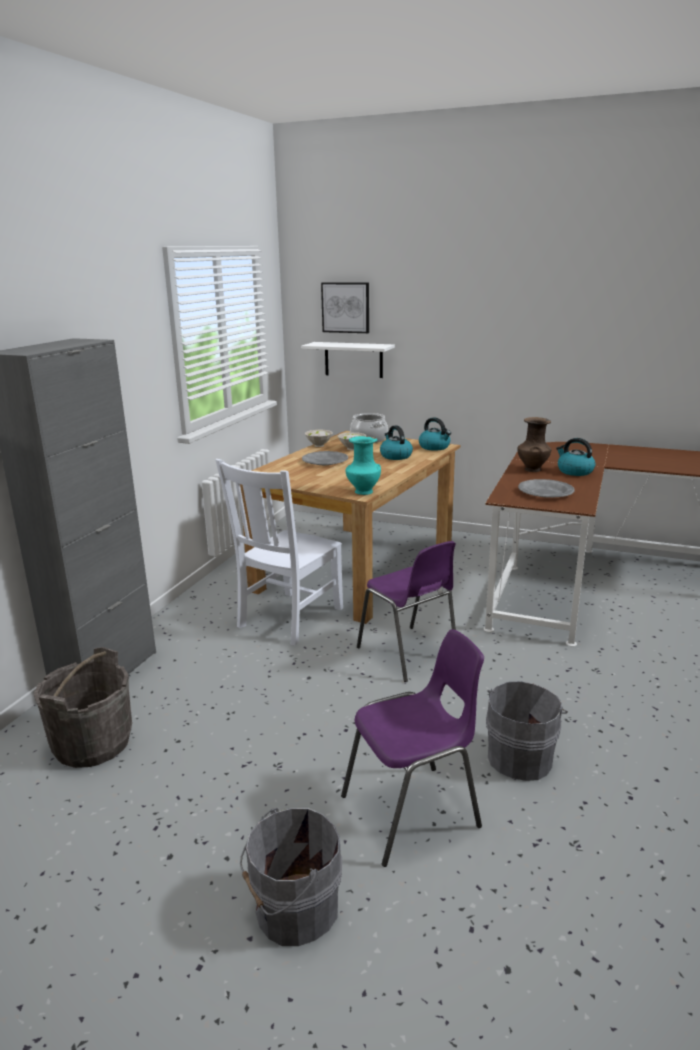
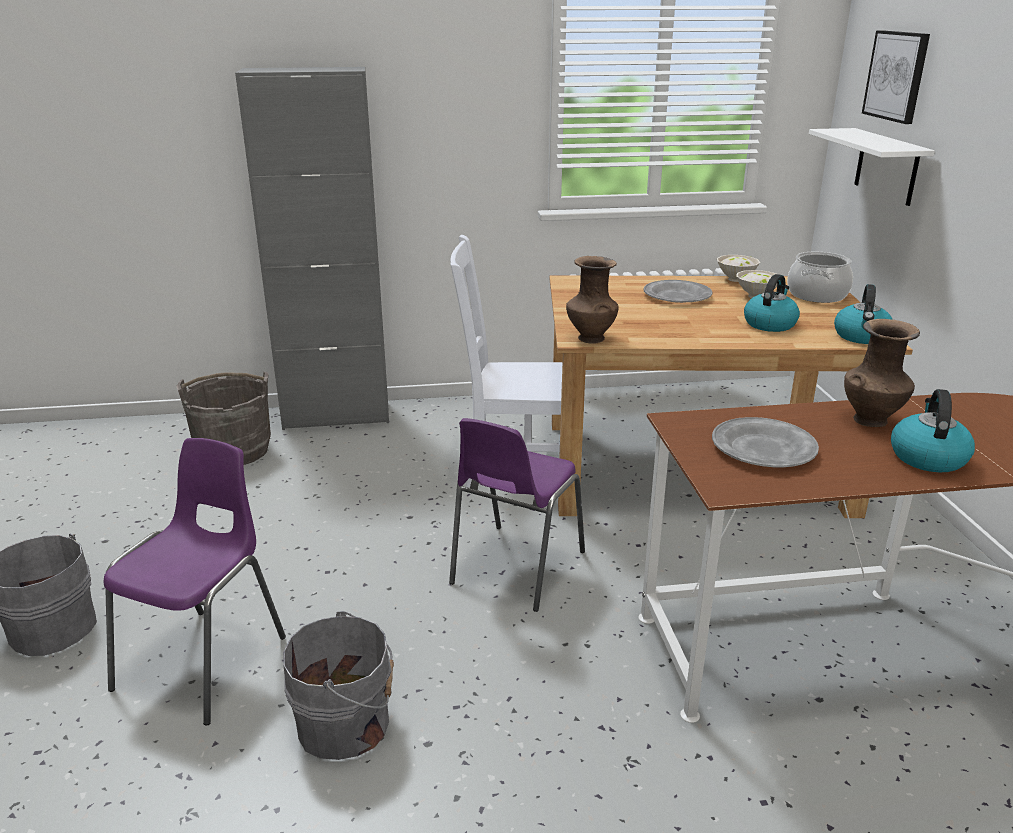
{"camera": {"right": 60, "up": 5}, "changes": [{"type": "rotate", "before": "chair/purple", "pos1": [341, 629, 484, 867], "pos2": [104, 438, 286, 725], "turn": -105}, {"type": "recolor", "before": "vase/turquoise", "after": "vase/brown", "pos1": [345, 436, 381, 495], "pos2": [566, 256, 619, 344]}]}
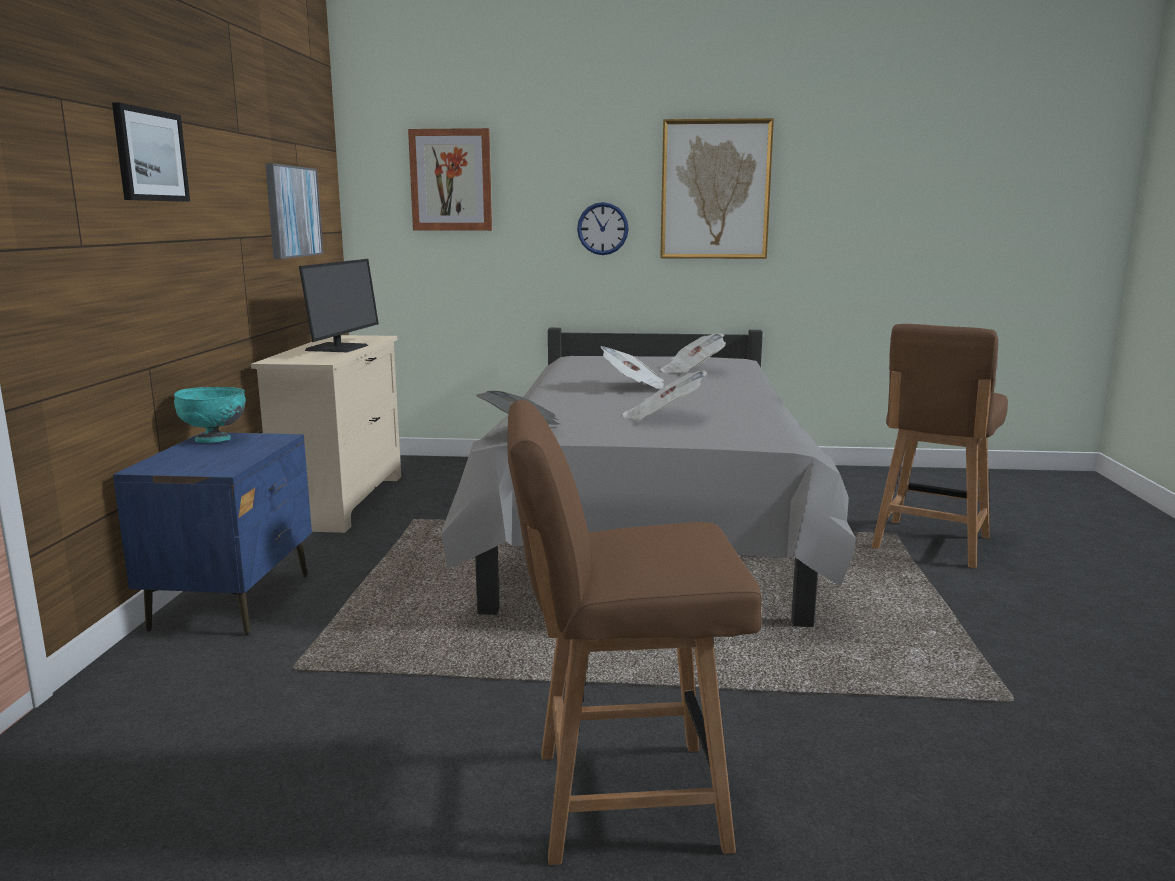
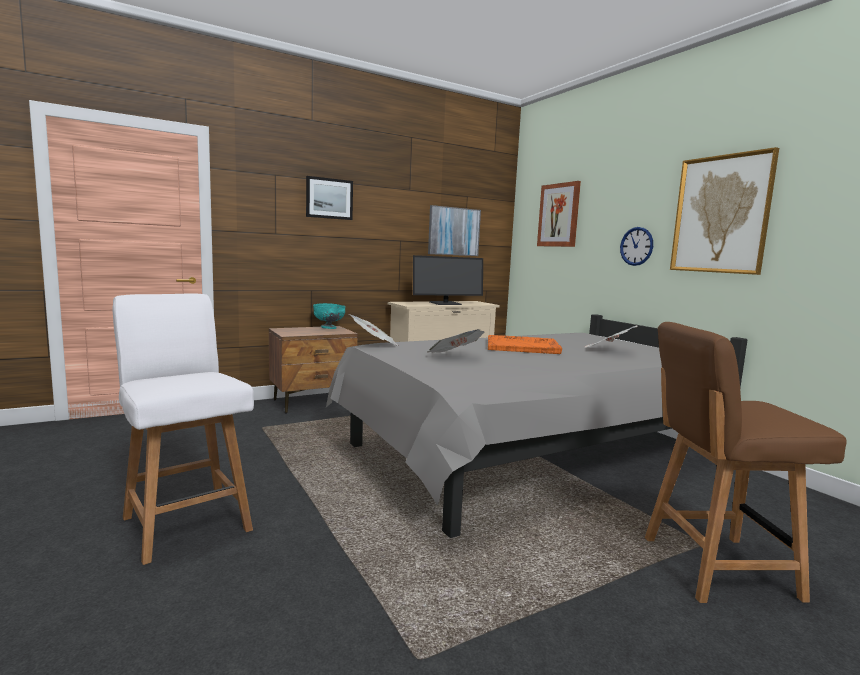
{"camera": {"right": 55, "up": -5}, "changes": [{"type": "recolor", "before": "nightstand/blue", "after": "nightstand/brown", "pos1": [113, 432, 312, 635], "pos2": [269, 326, 358, 414]}, {"type": "recolor", "before": "chair/brown", "after": "chair/white", "pos1": [508, 400, 762, 865], "pos2": [112, 293, 254, 565]}, {"type": "replace", "before": "newspaper", "after": "tray/orange", "pos1": [600, 346, 664, 390], "pos2": [488, 335, 562, 354]}]}
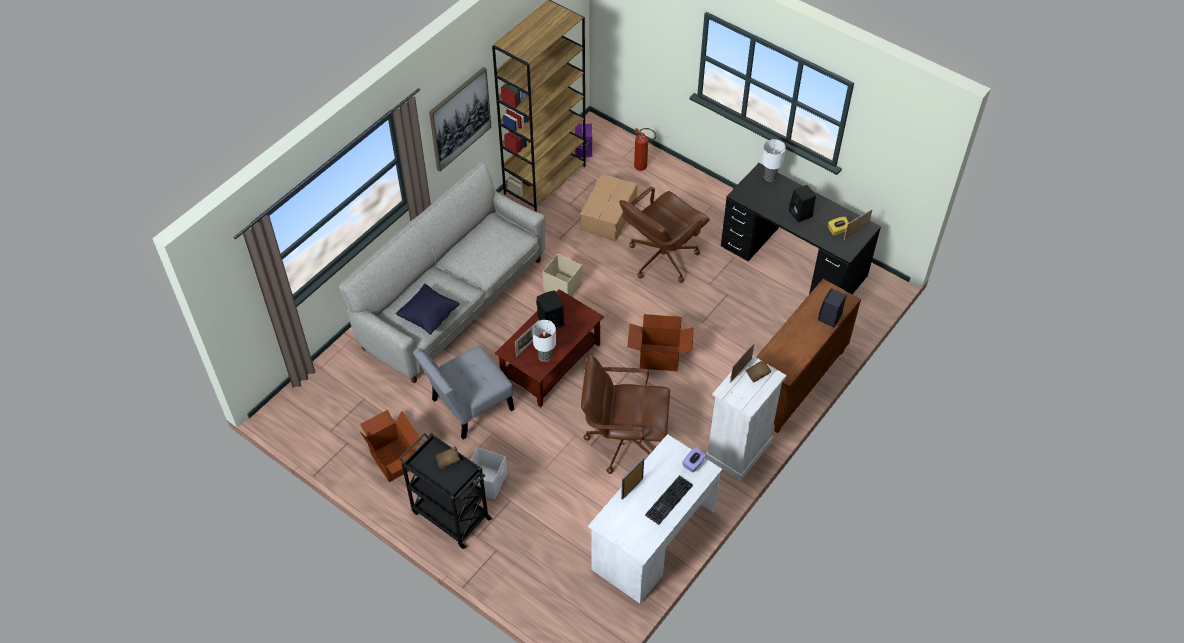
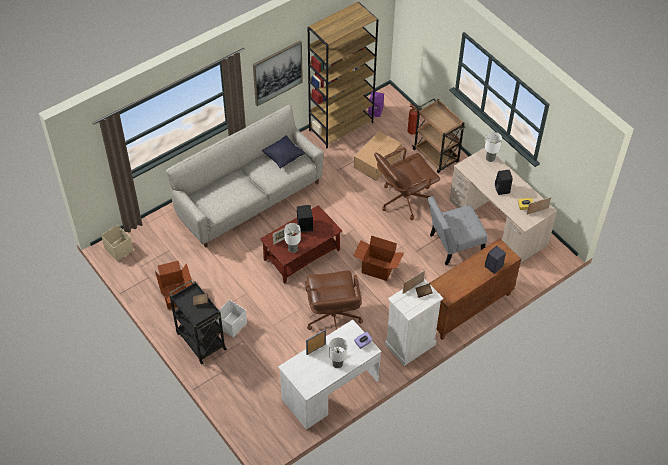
{"camera": {"right": 15, "up": 0}, "changes": [{"type": "move", "before": "pillow/black", "pos1": [396, 284, 460, 335], "pos2": [262, 136, 305, 169]}, {"type": "move", "before": "chair/grey", "pos1": [413, 345, 514, 440], "pos2": [427, 196, 488, 265]}, {"type": "move", "before": "storage box/beige", "pos1": [543, 254, 582, 297], "pos2": [101, 225, 133, 261]}, {"type": "rotate", "before": "office chair/brown", "pos1": [581, 354, 670, 474], "pos2": [306, 270, 363, 330], "turn": -120}, {"type": "replace", "before": "keyboard", "after": "table lamp", "pos1": [645, 476, 693, 525], "pos2": [329, 338, 347, 368]}, {"type": "recolor", "before": "desk/black", "after": "desk/beige", "pos1": [721, 163, 881, 294], "pos2": [449, 147, 557, 263]}, {"type": "insert", "after": "cart/brown", "pos2": [412, 98, 466, 173]}]}
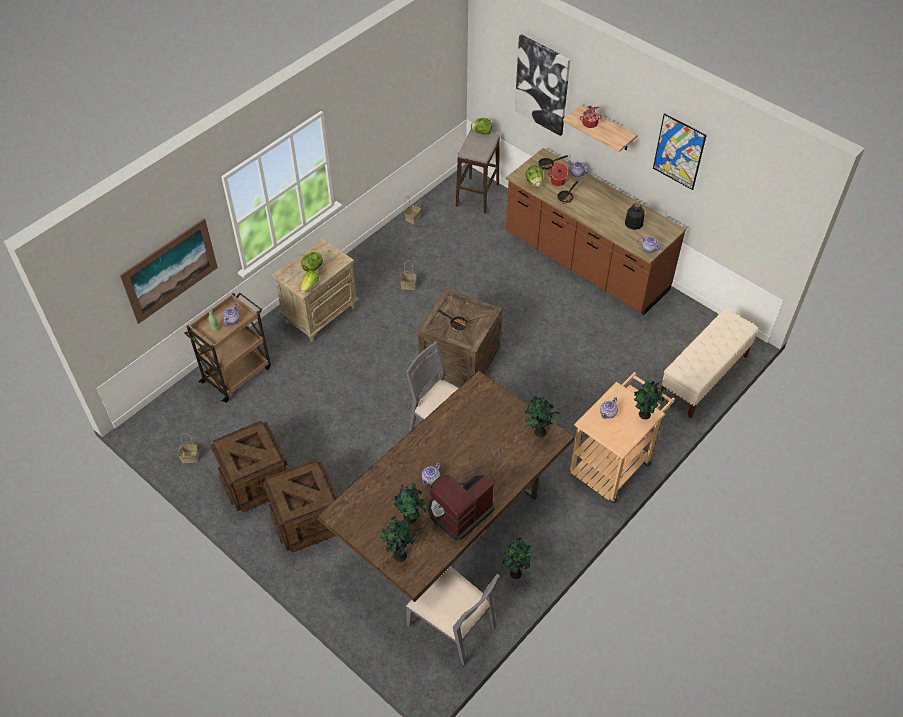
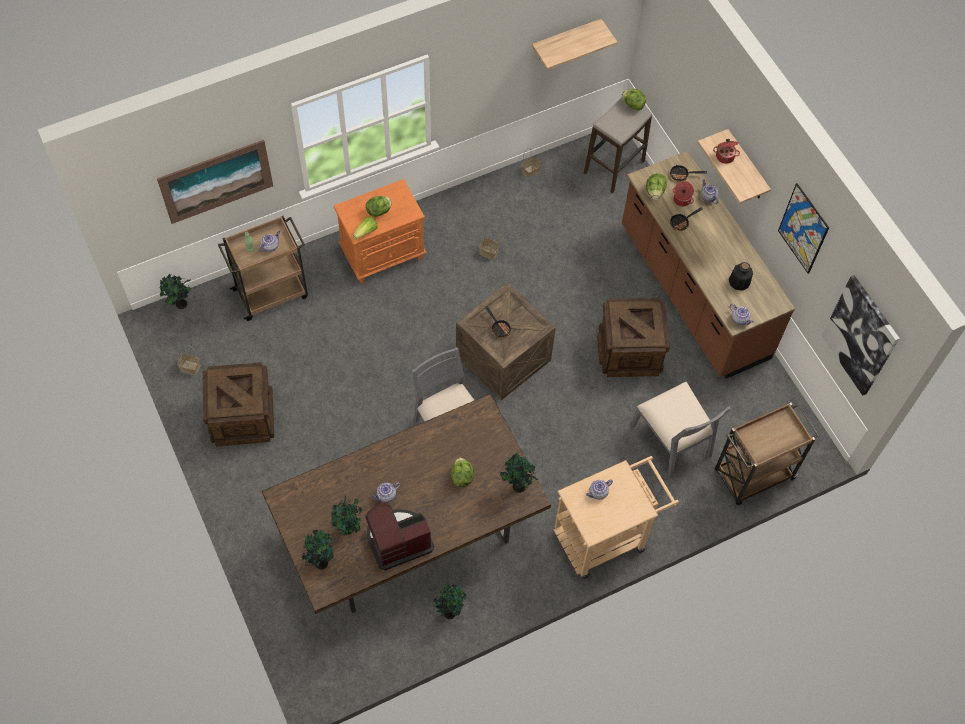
{"camera": {"right": 20, "up": 10}, "changes": [{"type": "move", "before": "crate", "pos1": [263, 459, 337, 553], "pos2": [597, 298, 670, 377]}, {"type": "recolor", "before": "nightstand/beige", "after": "nightstand/orange", "pos1": [272, 238, 359, 342], "pos2": [334, 179, 427, 283]}, {"type": "move", "before": "chair/grey", "pos1": [406, 566, 500, 666], "pos2": [630, 382, 731, 478]}, {"type": "move", "before": "picture", "pos1": [515, 34, 570, 136], "pos2": [821, 275, 900, 396]}, {"type": "move", "before": "potted plant", "pos1": [634, 380, 667, 419], "pos2": [160, 274, 191, 309]}, {"type": "replace", "before": "bench/beige", "after": "cart/brown", "pos1": [661, 308, 758, 419], "pos2": [715, 402, 819, 505]}, {"type": "insert", "after": "lettuce", "pos2": [451, 458, 474, 487]}, {"type": "insert", "after": "shelf", "pos2": [532, 19, 617, 70]}]}
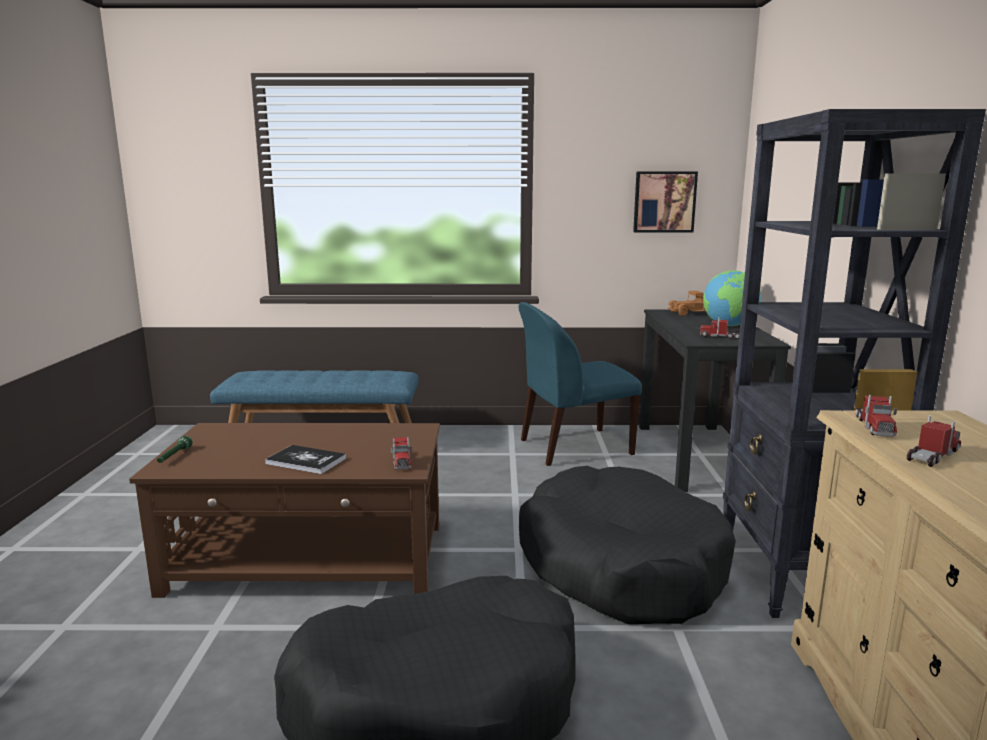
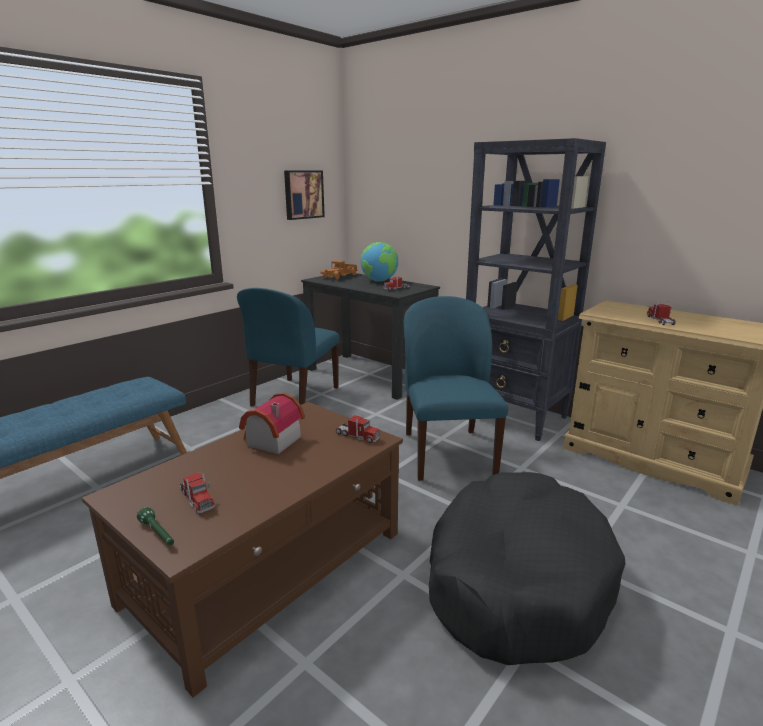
{"camera": {"right": -50, "up": 5}, "changes": [{"type": "delete", "before": "book", "pos1": [265, 445, 346, 474]}, {"type": "replace", "before": "dog bed/black", "after": "chair/blue", "pos1": [519, 466, 736, 624], "pos2": [403, 296, 508, 481]}, {"type": "move", "before": "toy truck", "pos1": [856, 395, 897, 437], "pos2": [180, 472, 215, 513]}, {"type": "insert", "after": "toy house", "pos2": [239, 393, 305, 454]}]}
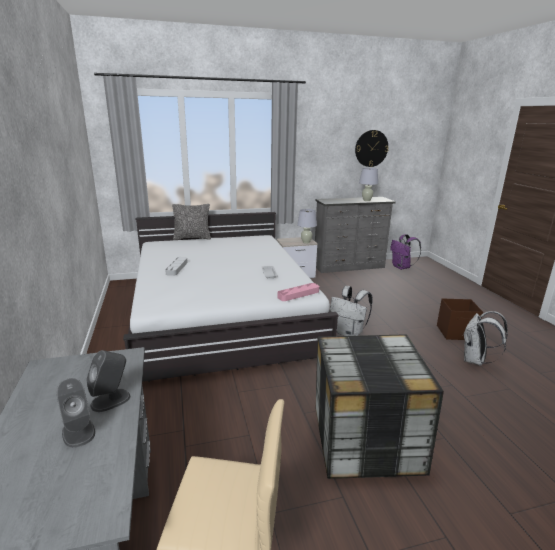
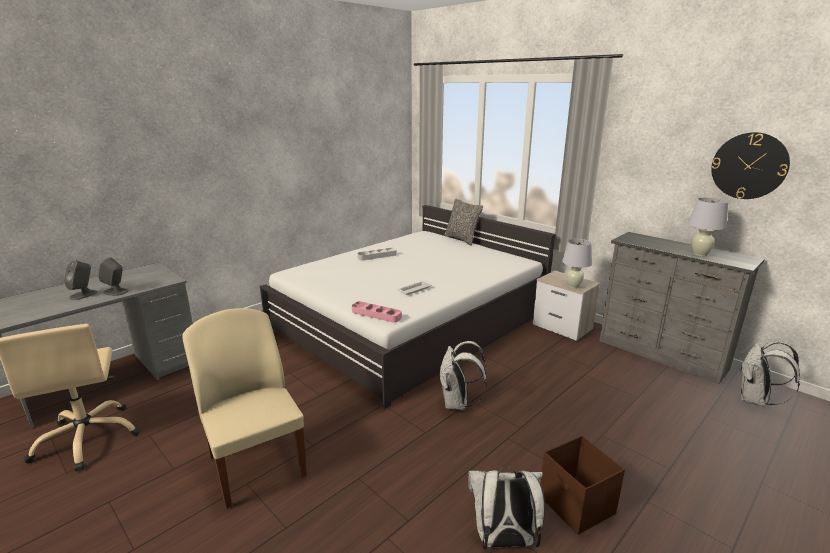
{"camera": {"right": 60, "up": 0}, "changes": [{"type": "replace", "before": "storage box", "after": "chair/beige", "pos1": [316, 334, 444, 479], "pos2": [182, 308, 307, 509]}, {"type": "recolor", "before": "backpack/purple", "after": "backpack/white", "pos1": [390, 234, 421, 270], "pos2": [741, 341, 800, 407]}]}
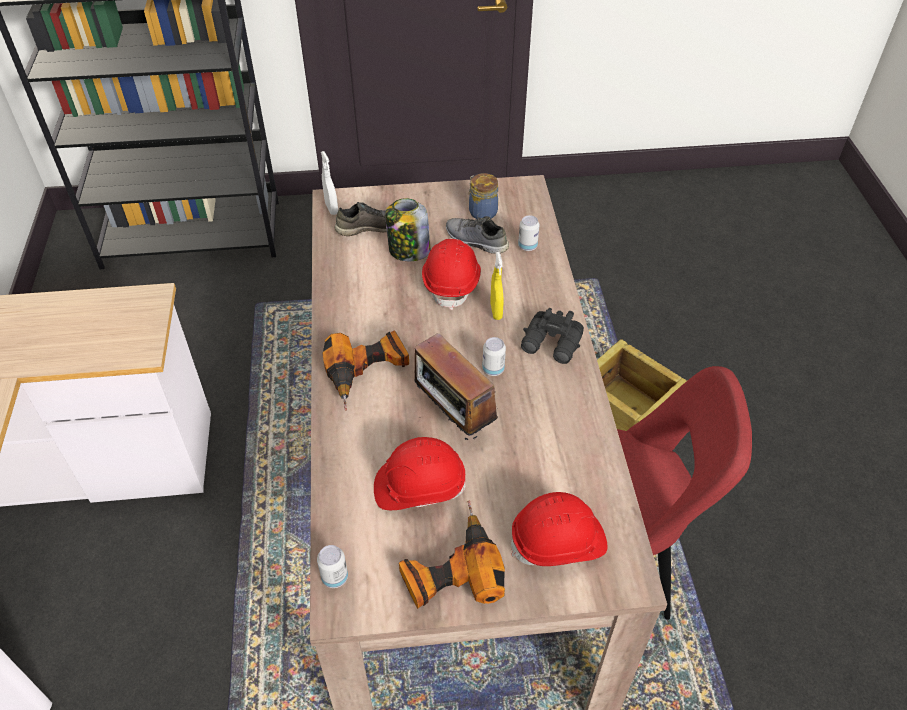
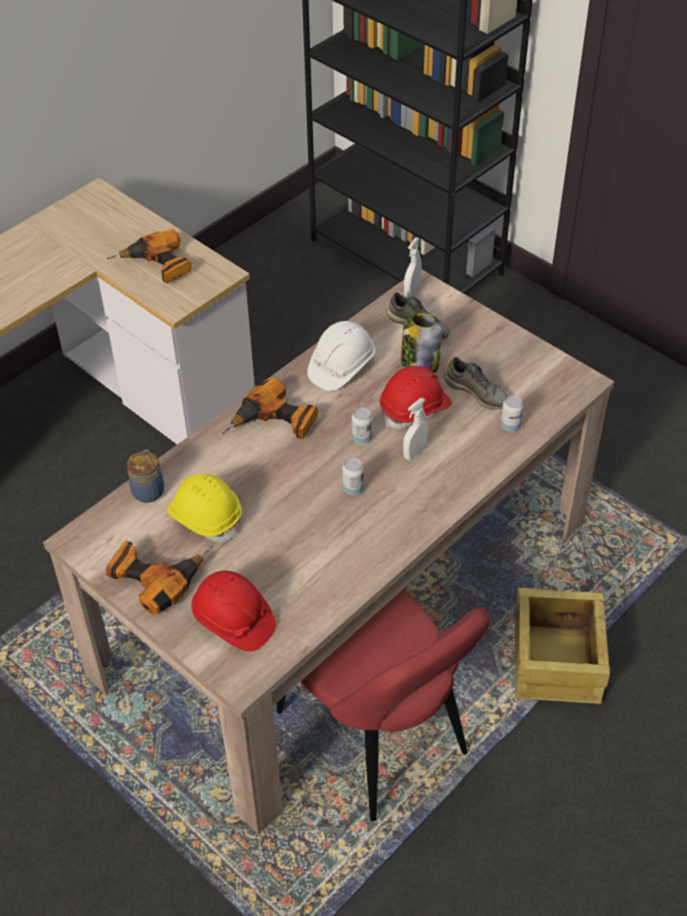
{"camera": {"right": 50, "up": 0}, "changes": [{"type": "move", "before": "can", "pos1": [317, 545, 348, 588], "pos2": [352, 408, 373, 444]}, {"type": "recolor", "before": "hard hat/red", "after": "hard hat/yellow", "pos1": [374, 437, 466, 510], "pos2": [167, 474, 241, 542]}, {"type": "delete", "before": "radio", "pos1": [414, 333, 498, 440]}, {"type": "rotate", "before": "shoe/grey", "pos1": [446, 216, 509, 254], "pos2": [444, 357, 508, 409], "turn": 135}, {"type": "move", "before": "jar", "pos1": [469, 173, 498, 219], "pos2": [127, 450, 164, 503]}, {"type": "recolor", "before": "spray bottle/yellow", "after": "spray bottle/white", "pos1": [490, 252, 504, 320], "pos2": [403, 398, 428, 460]}, {"type": "delete", "before": "binoculars/black", "pos1": [521, 308, 584, 364]}, {"type": "insert", "after": "power drill", "pos2": [107, 229, 192, 283]}, {"type": "insert", "after": "hard hat/white", "pos2": [307, 321, 375, 391]}]}
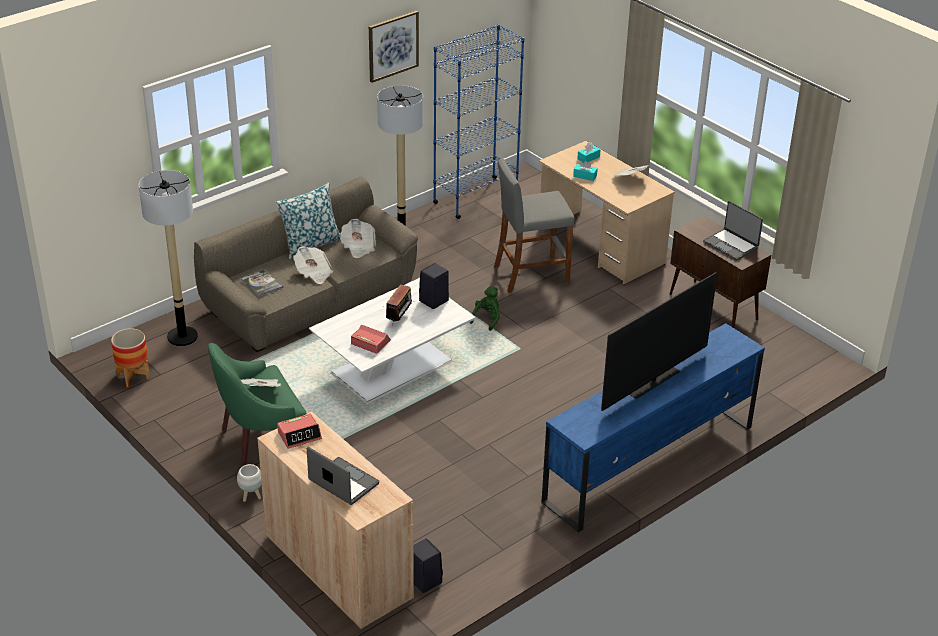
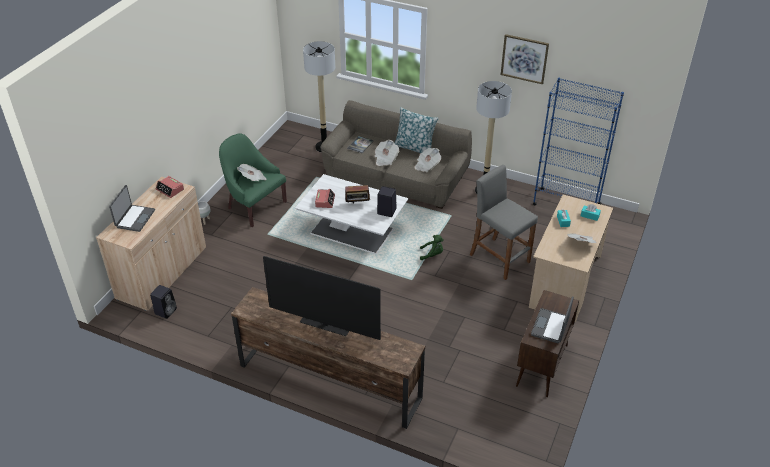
{"camera": {"right": 65, "up": 5}, "changes": [{"type": "delete", "before": "planter", "pos1": [111, 328, 150, 387]}, {"type": "recolor", "before": "tv stand/blue", "after": "tv stand/brown", "pos1": [541, 323, 765, 532], "pos2": [231, 287, 425, 429]}]}
